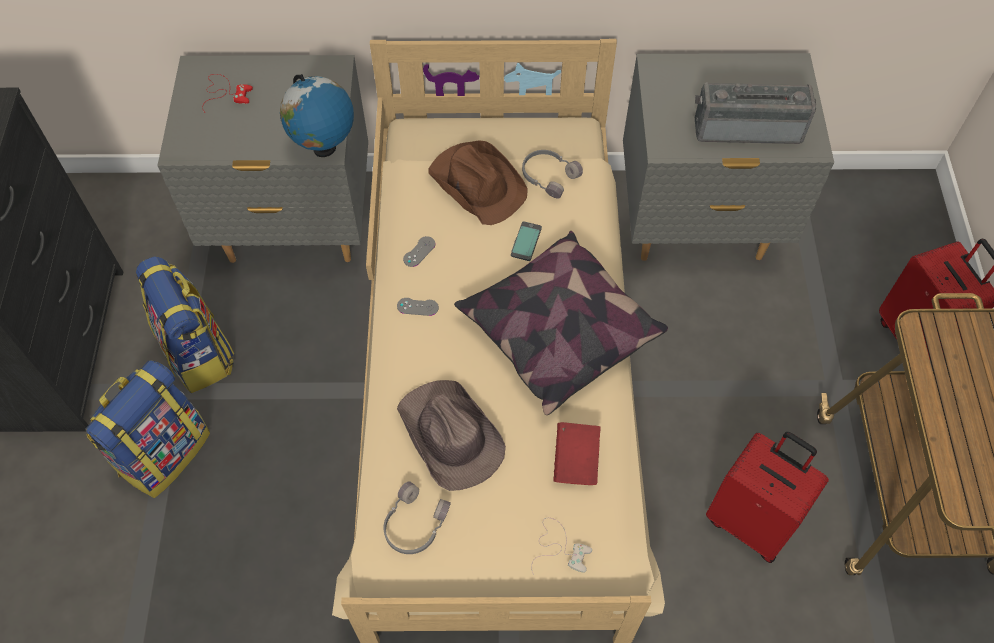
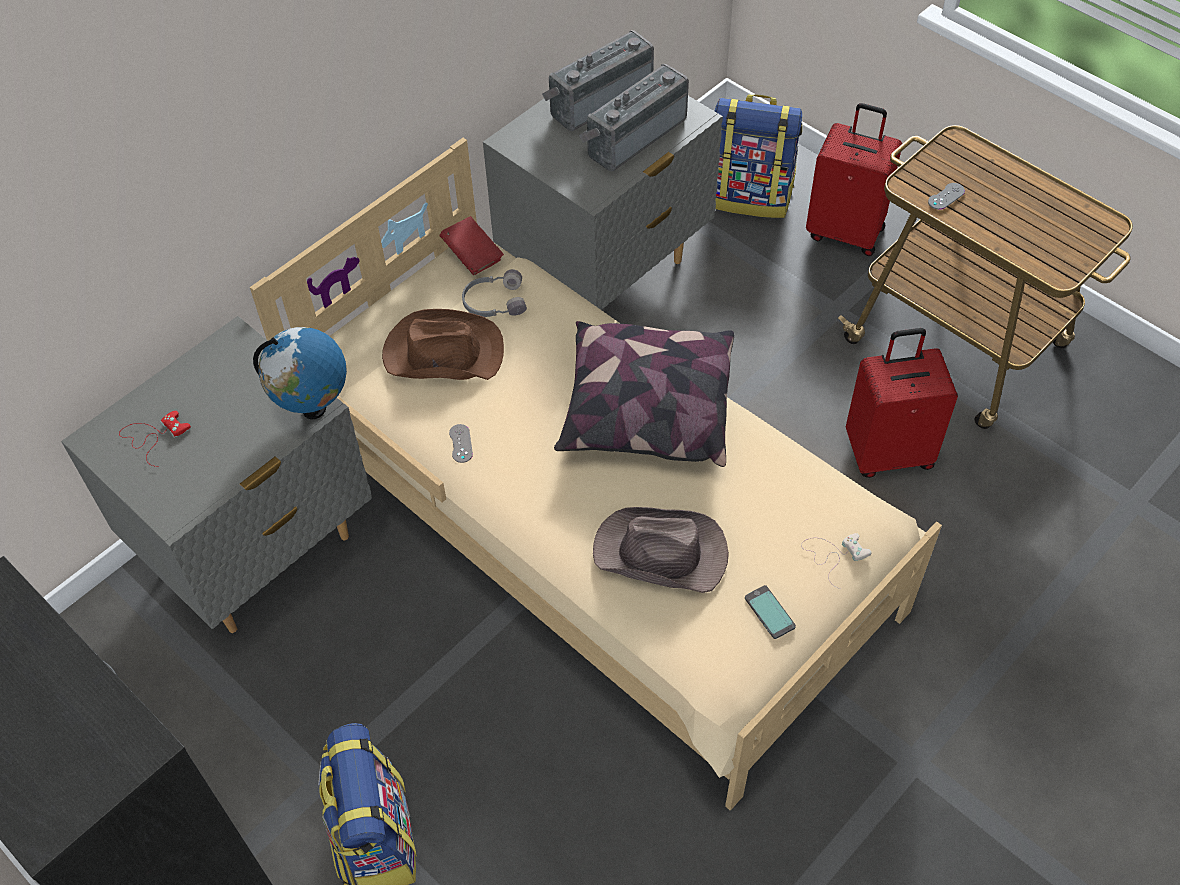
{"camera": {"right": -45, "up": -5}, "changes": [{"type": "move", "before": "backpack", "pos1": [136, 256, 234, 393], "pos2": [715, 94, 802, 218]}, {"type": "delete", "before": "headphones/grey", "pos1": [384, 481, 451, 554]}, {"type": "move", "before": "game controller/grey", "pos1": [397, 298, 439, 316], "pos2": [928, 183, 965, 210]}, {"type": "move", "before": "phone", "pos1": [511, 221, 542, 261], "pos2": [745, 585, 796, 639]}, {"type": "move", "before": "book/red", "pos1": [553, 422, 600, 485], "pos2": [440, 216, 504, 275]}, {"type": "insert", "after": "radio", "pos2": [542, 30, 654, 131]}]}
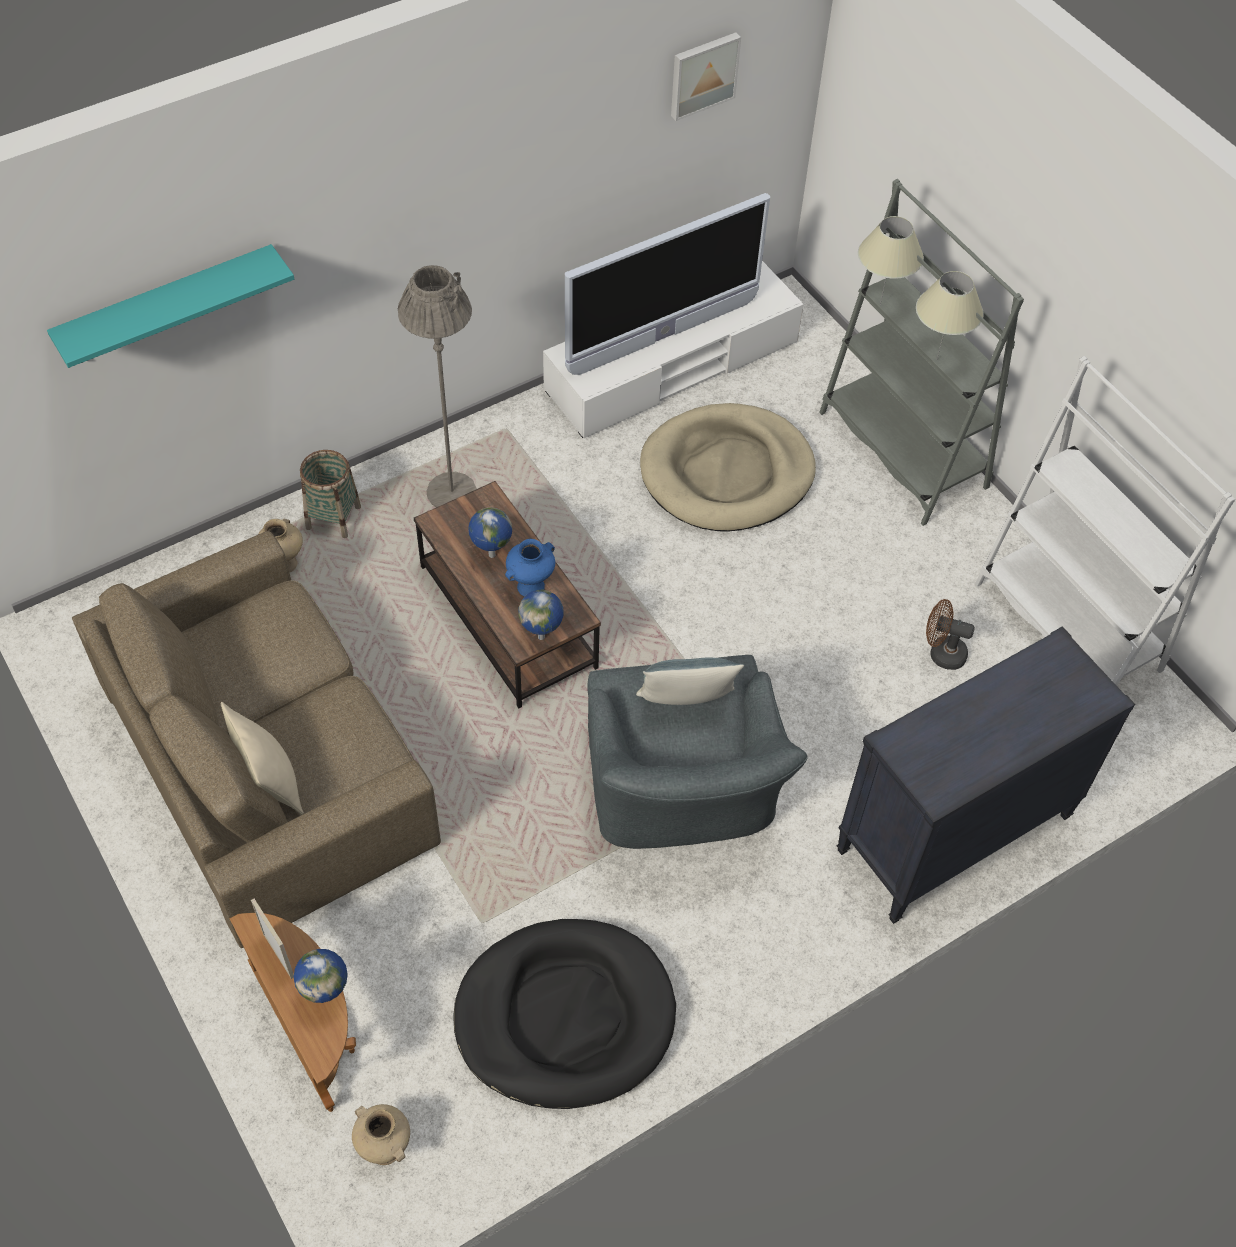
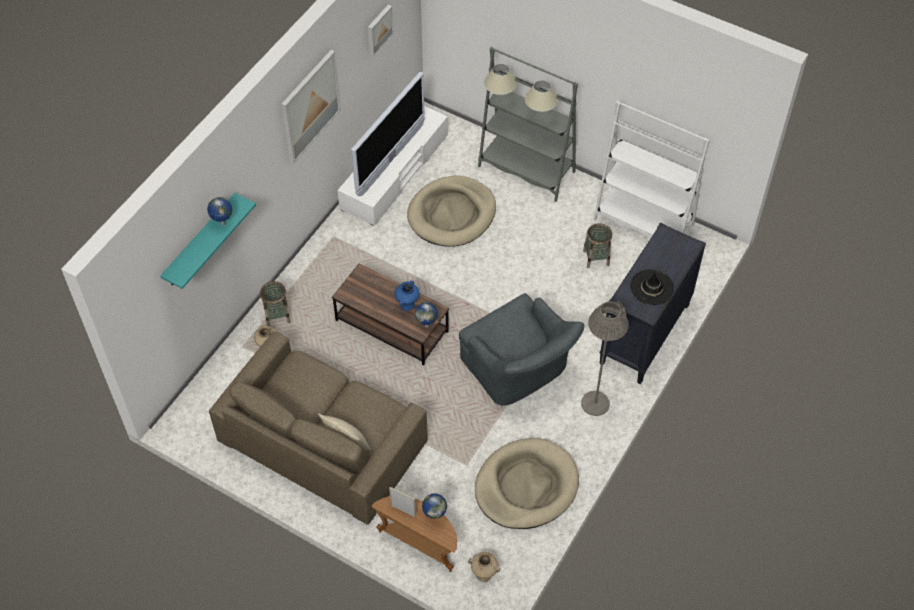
{"camera": {"right": -25, "up": 0}, "changes": [{"type": "move", "before": "floor lamp/grey", "pos1": [398, 265, 477, 507], "pos2": [581, 300, 629, 416]}, {"type": "recolor", "before": "dog bed/black", "after": "dog bed/beige", "pos1": [453, 919, 676, 1109], "pos2": [475, 438, 579, 529]}, {"type": "move", "before": "globe", "pos1": [469, 507, 512, 558], "pos2": [207, 197, 232, 226]}, {"type": "delete", "before": "pillow", "pos1": [636, 657, 744, 705]}, {"type": "replace", "before": "fan/brown", "after": "basket", "pos1": [926, 599, 975, 670], "pos2": [583, 223, 612, 268]}, {"type": "insert", "after": "picture", "pos2": [281, 50, 341, 164]}, {"type": "insert", "after": "hat/black", "pos2": [630, 269, 674, 305]}]}
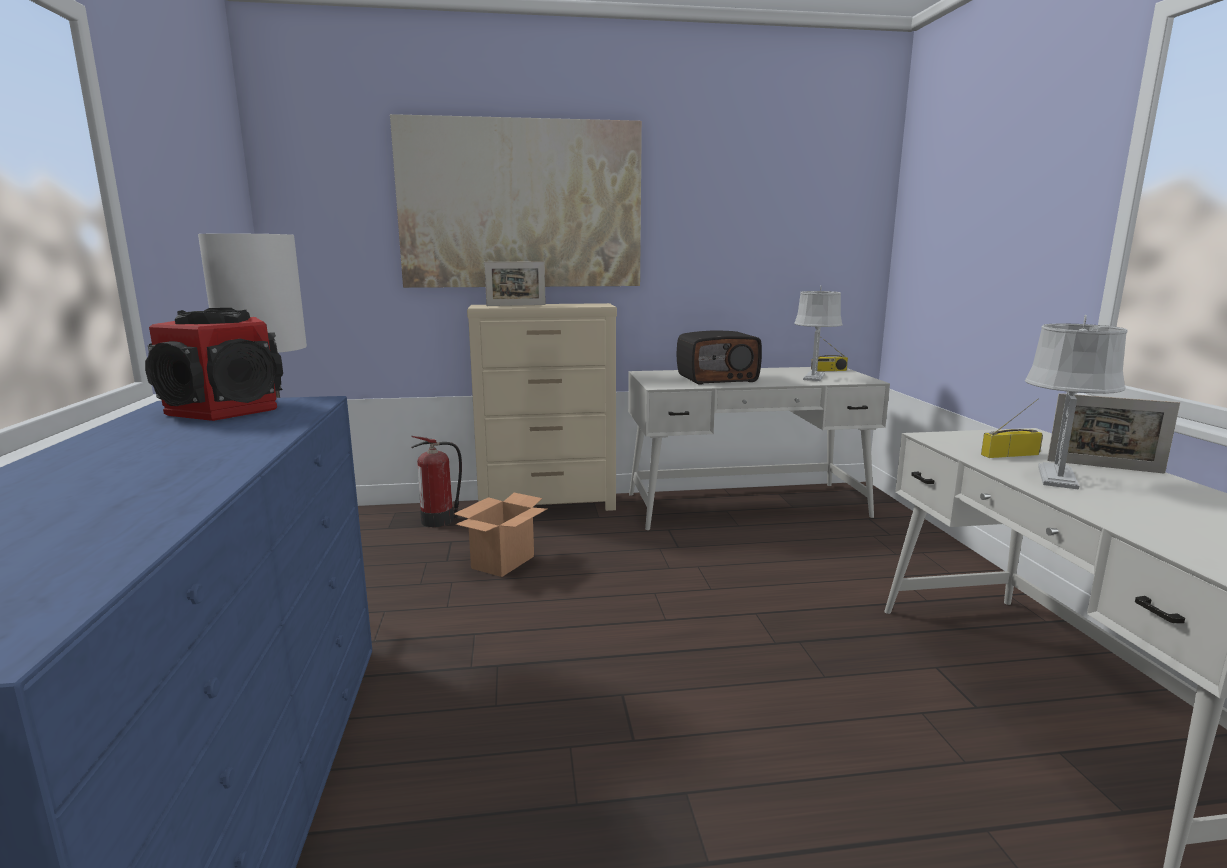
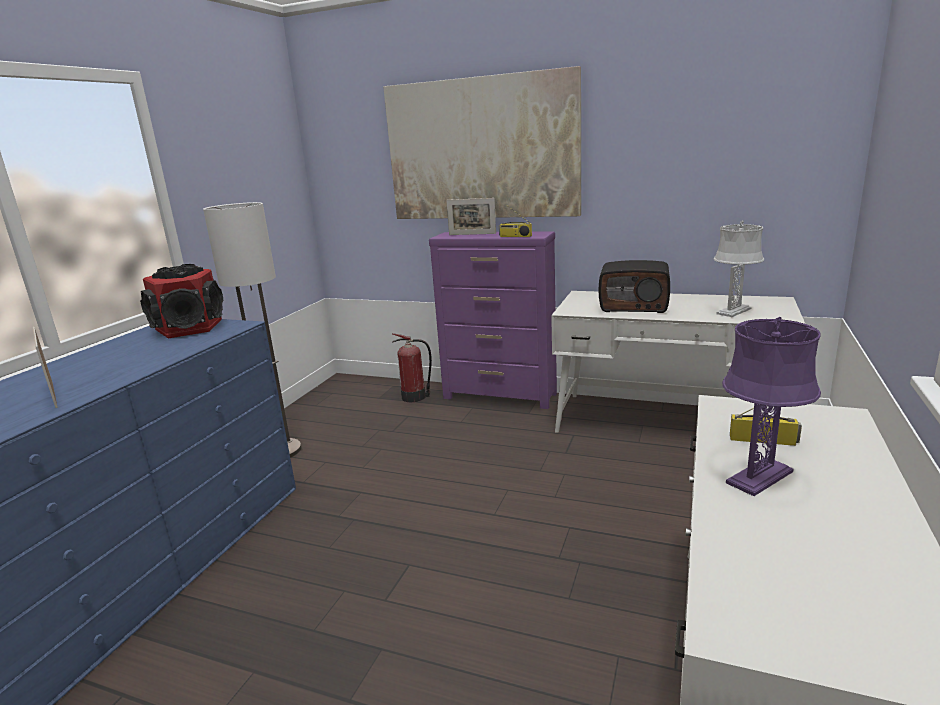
{"camera": {"right": 30, "up": 5}, "changes": [{"type": "delete", "before": "cardboard box", "pos1": [454, 493, 547, 577]}, {"type": "recolor", "before": "dresser/beige", "after": "dresser/purple", "pos1": [467, 303, 617, 511], "pos2": [429, 231, 557, 409]}, {"type": "move", "before": "radio", "pos1": [811, 336, 848, 371], "pos2": [499, 204, 532, 237]}, {"type": "recolor", "before": "table lamp/grey", "after": "table lamp/purple", "pos1": [1025, 315, 1128, 490], "pos2": [722, 317, 821, 496]}, {"type": "move", "before": "picture frame", "pos1": [1047, 393, 1180, 474], "pos2": [32, 327, 58, 408]}]}
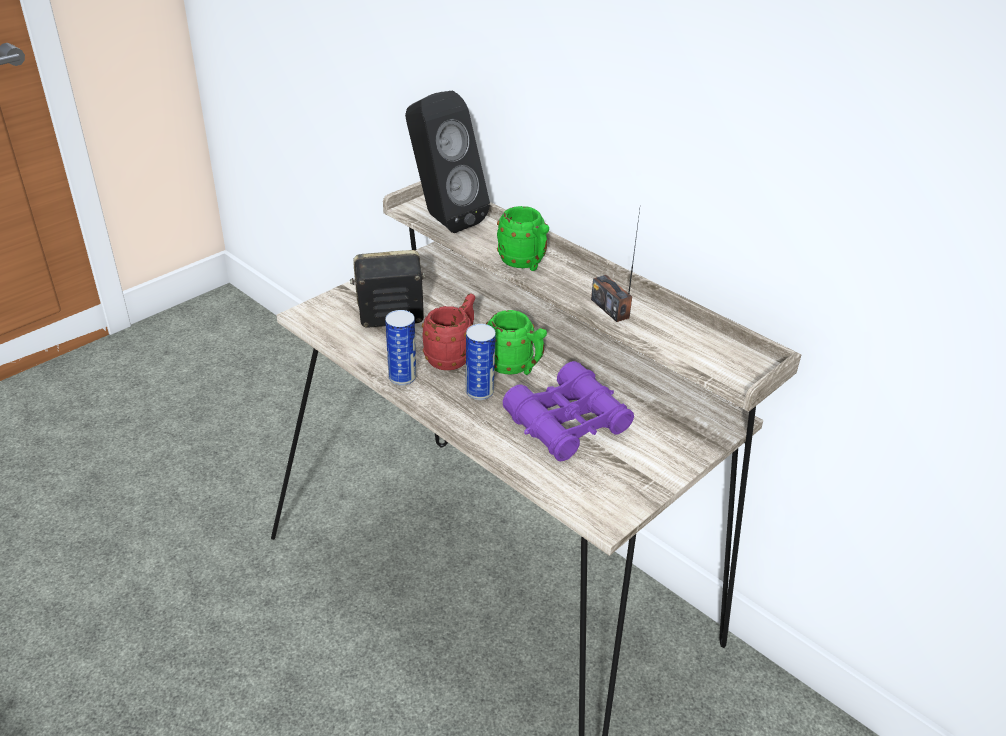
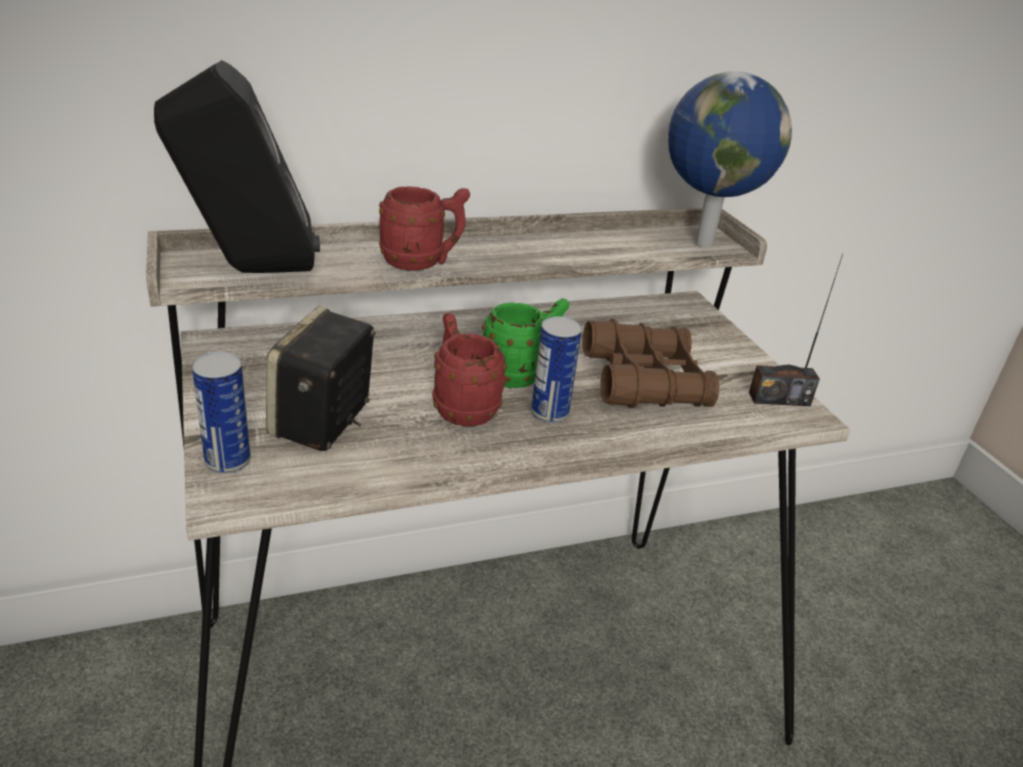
{"camera": {"right": -65, "up": -5}, "changes": [{"type": "move", "before": "can", "pos1": [385, 310, 416, 386], "pos2": [192, 352, 251, 474]}, {"type": "recolor", "before": "mug/green", "after": "mug/red", "pos1": [497, 206, 549, 271], "pos2": [379, 186, 470, 271]}, {"type": "recolor", "before": "binoculars/purple", "after": "binoculars/brown", "pos1": [502, 361, 634, 461], "pos2": [582, 319, 720, 408]}, {"type": "move", "before": "radio", "pos1": [591, 210, 640, 322], "pos2": [749, 254, 843, 406]}, {"type": "insert", "after": "globe", "pos2": [668, 72, 792, 247]}]}
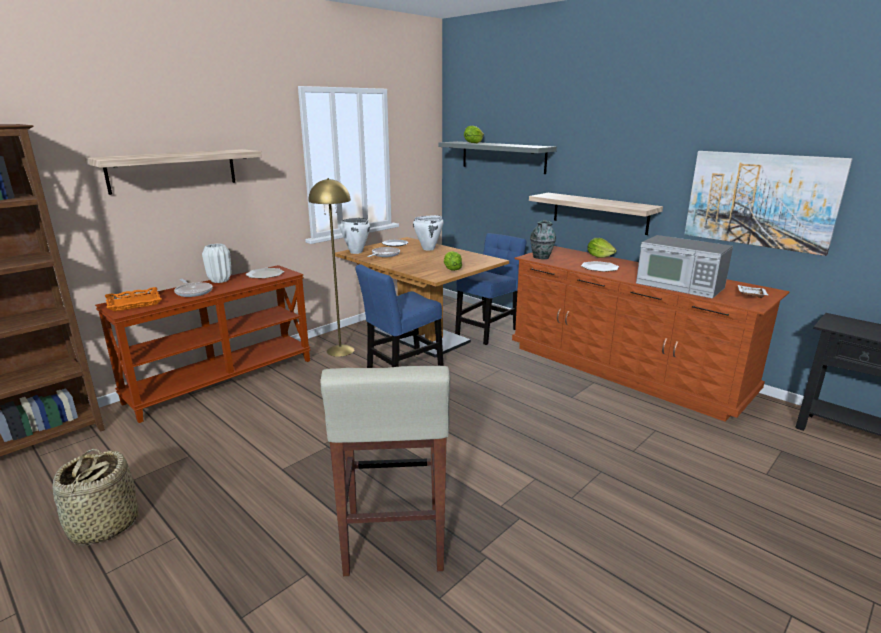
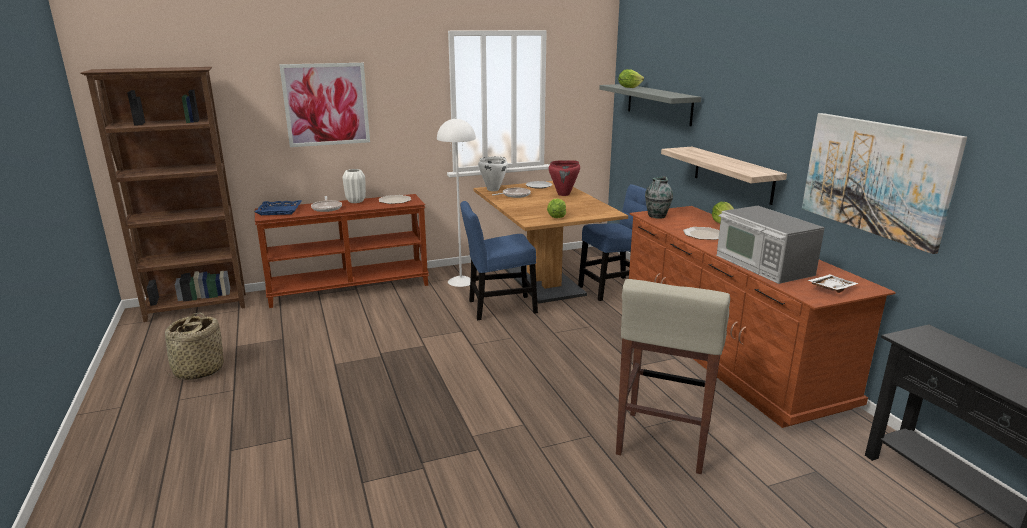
{"camera": {"right": 25, "up": 0}, "changes": [{"type": "replace", "before": "shelf", "after": "picture", "pos1": [85, 149, 262, 195], "pos2": [279, 63, 370, 147]}, {"type": "recolor", "before": "tray/orange", "after": "tray/blue", "pos1": [105, 287, 162, 311], "pos2": [254, 200, 302, 215]}, {"type": "recolor", "before": "floor lamp/yellow", "after": "floor lamp/white", "pos1": [309, 178, 354, 357], "pos2": [437, 118, 476, 287]}, {"type": "move", "before": "stool/beige", "pos1": [320, 366, 450, 576], "pos2": [616, 279, 730, 474]}, {"type": "recolor", "before": "cooking pot/white", "after": "cooking pot/red", "pos1": [413, 215, 443, 251], "pos2": [549, 160, 580, 196]}]}
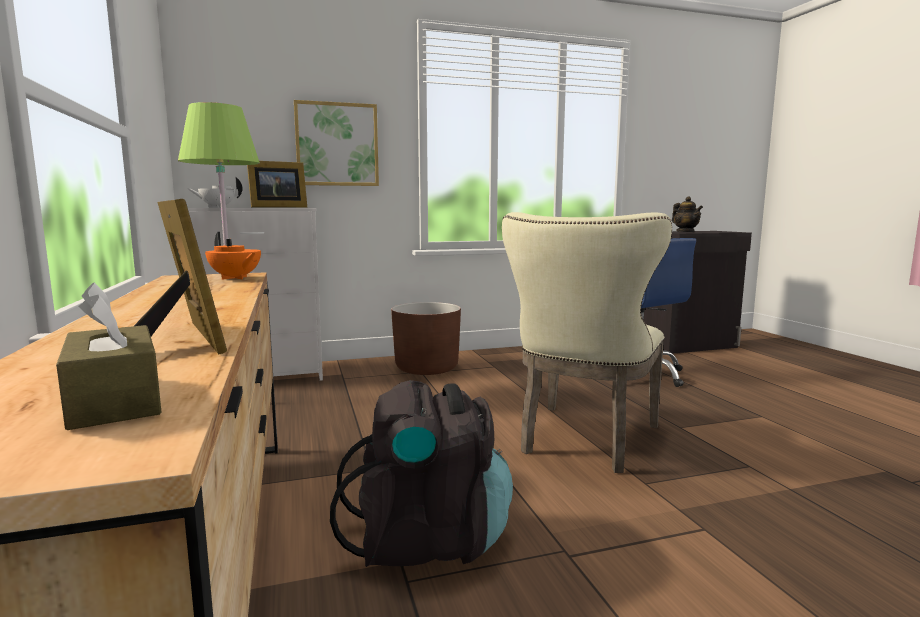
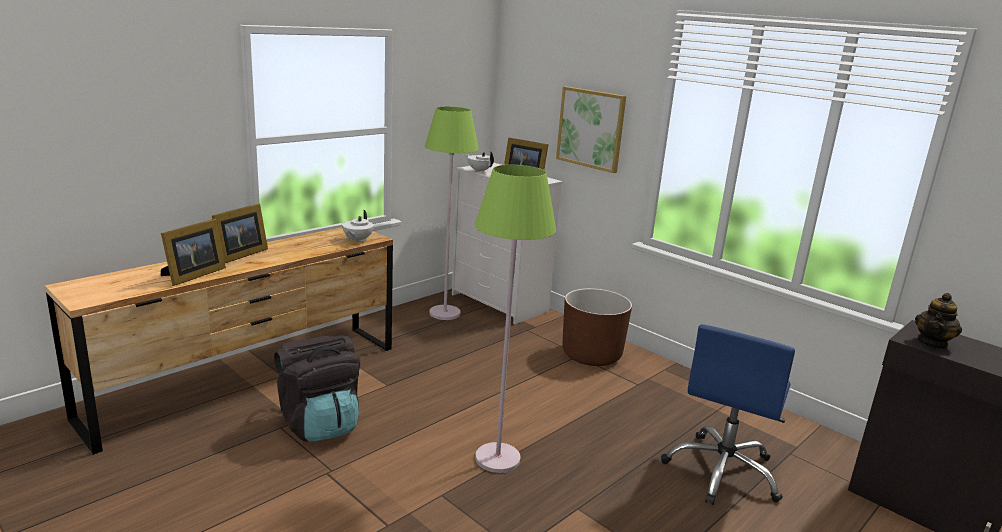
{"camera": {"right": 60, "up": 10}, "changes": [{"type": "delete", "before": "tissue box/brown", "pos1": [56, 282, 162, 430]}, {"type": "recolor", "before": "teapot/orange", "after": "teapot/white", "pos1": [205, 232, 261, 280], "pos2": [342, 210, 374, 243]}, {"type": "replace", "before": "chair/beige", "after": "floor lamp/green", "pos1": [502, 212, 672, 473], "pos2": [474, 165, 556, 473]}, {"type": "insert", "after": "picture frame", "pos2": [212, 203, 268, 263]}]}
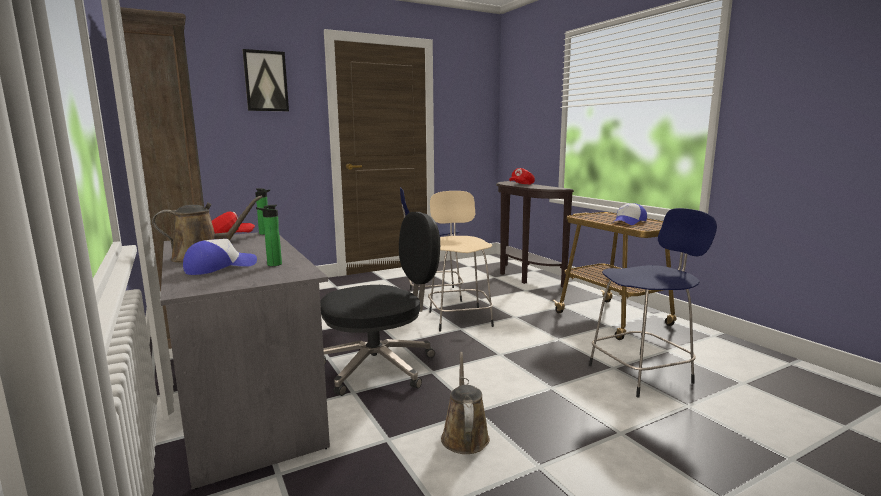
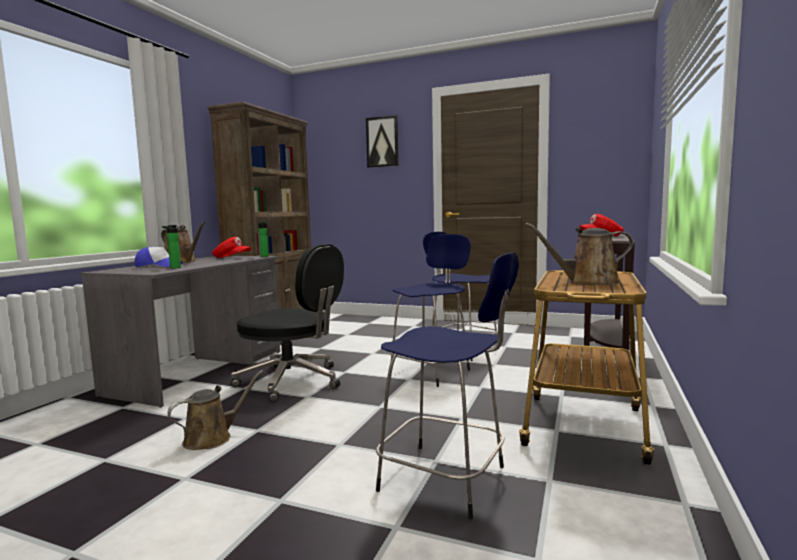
{"camera": {"right": 50, "up": -5}, "changes": [{"type": "recolor", "before": "stool/beige", "after": "stool/blue", "pos1": [428, 191, 494, 331], "pos2": [390, 234, 471, 387]}, {"type": "replace", "before": "cap", "after": "watering can/brown", "pos1": [615, 203, 647, 225], "pos2": [525, 223, 633, 285]}]}
